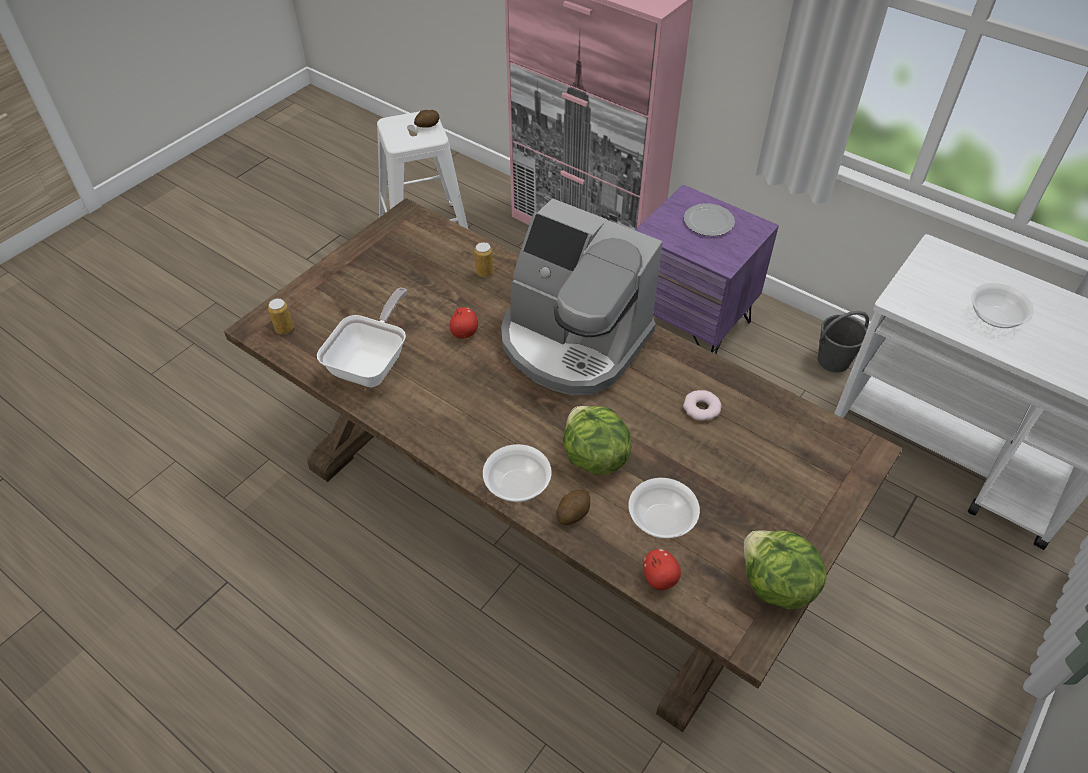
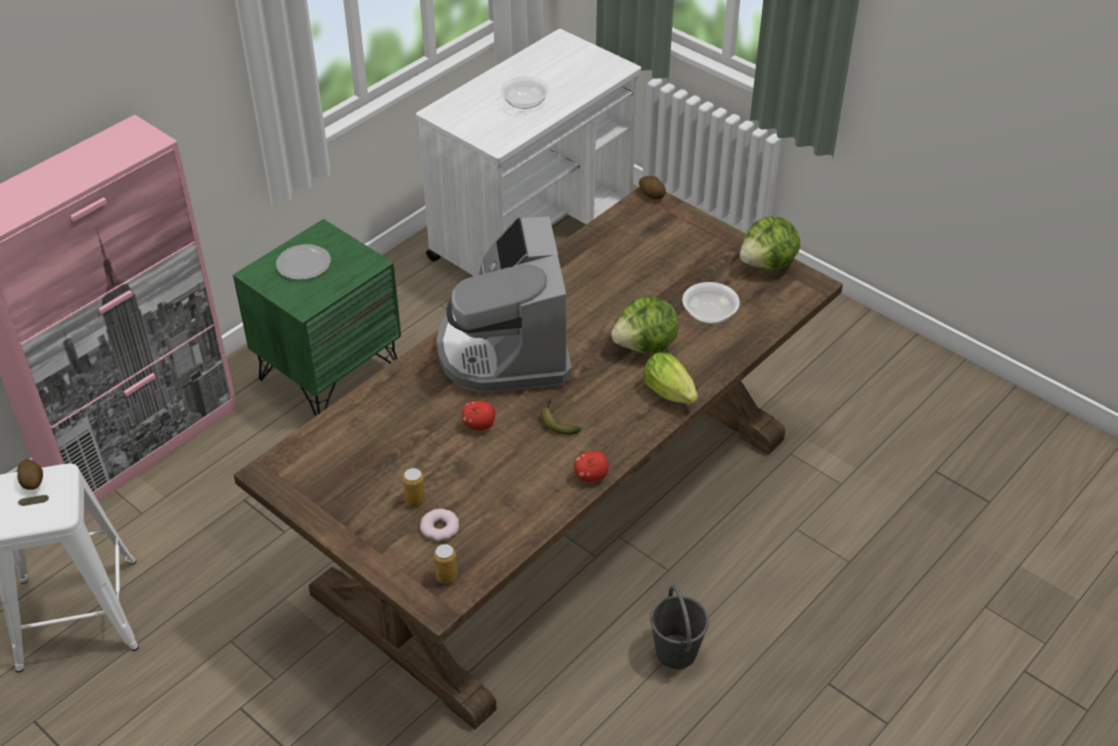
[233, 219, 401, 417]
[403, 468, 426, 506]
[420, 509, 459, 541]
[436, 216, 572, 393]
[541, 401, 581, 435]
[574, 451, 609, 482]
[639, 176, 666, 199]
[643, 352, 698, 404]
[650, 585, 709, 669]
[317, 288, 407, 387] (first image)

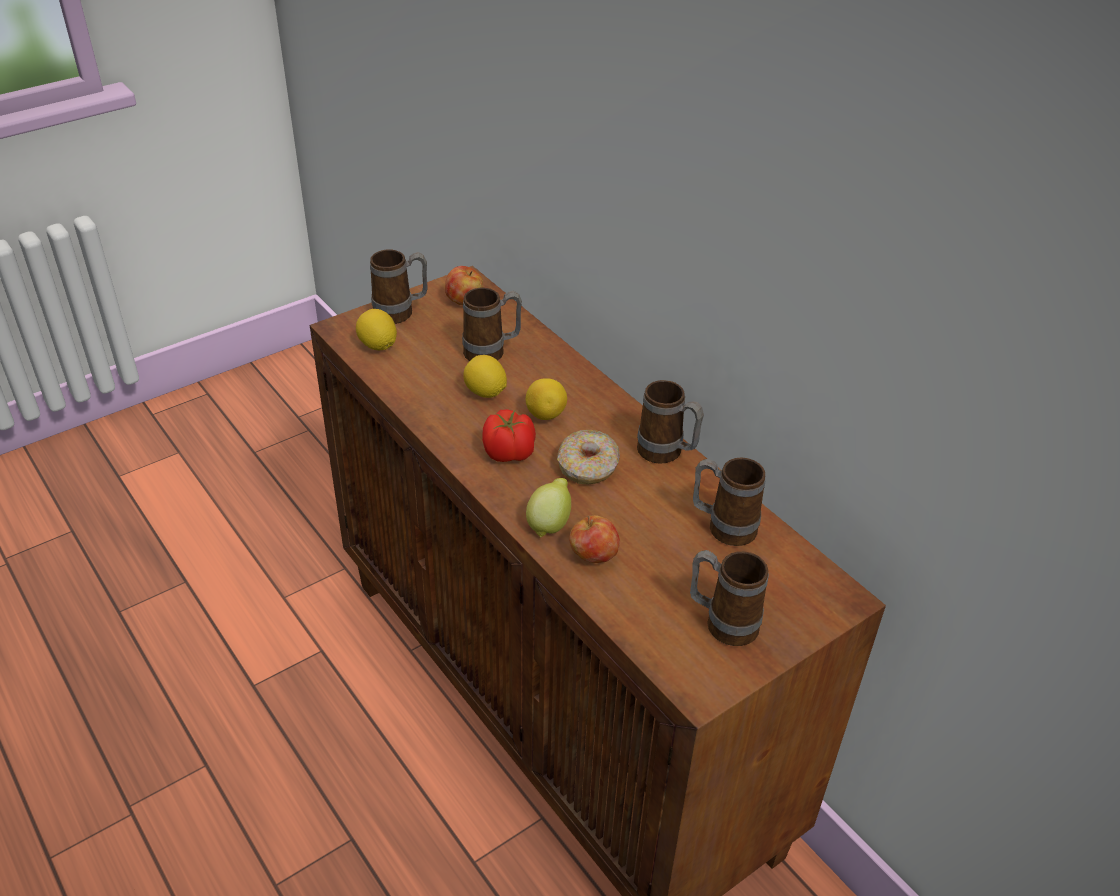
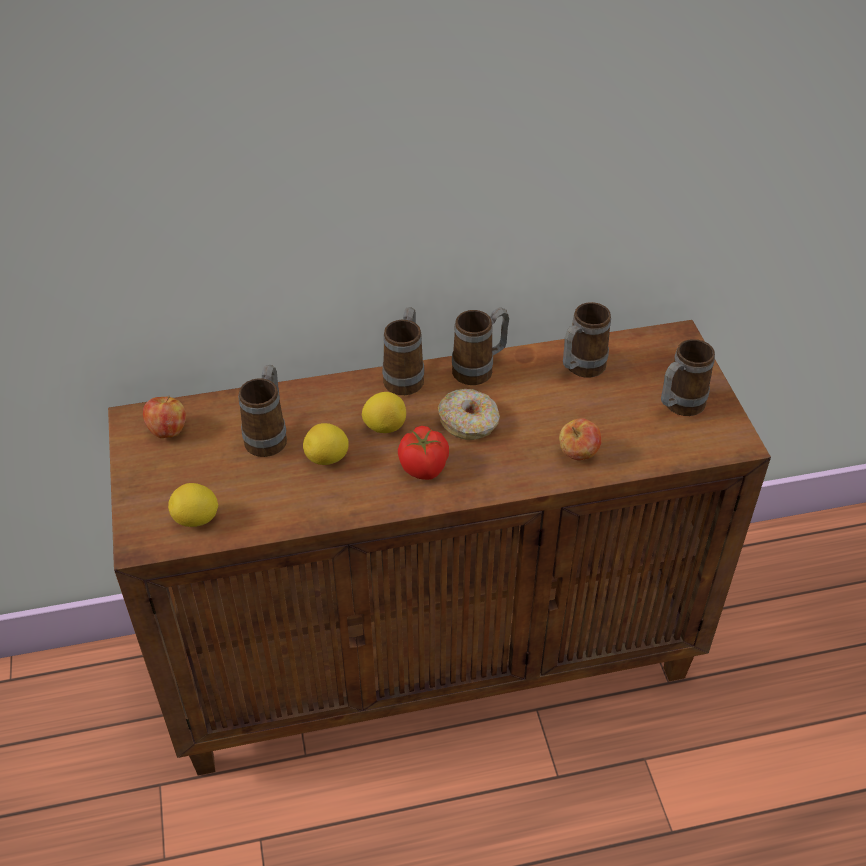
[382, 307, 424, 395]
[526, 478, 571, 538] (first image)

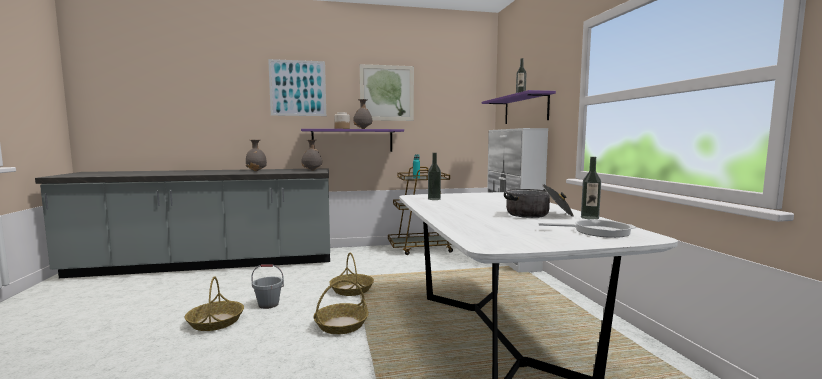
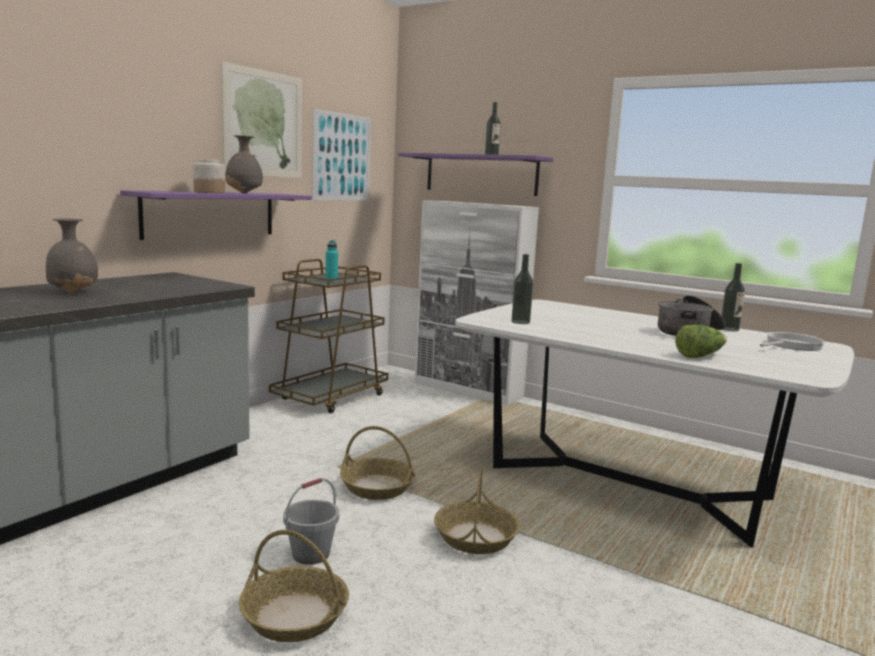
[312, 108, 371, 201]
[675, 325, 727, 358]
[301, 140, 322, 171] (first image)

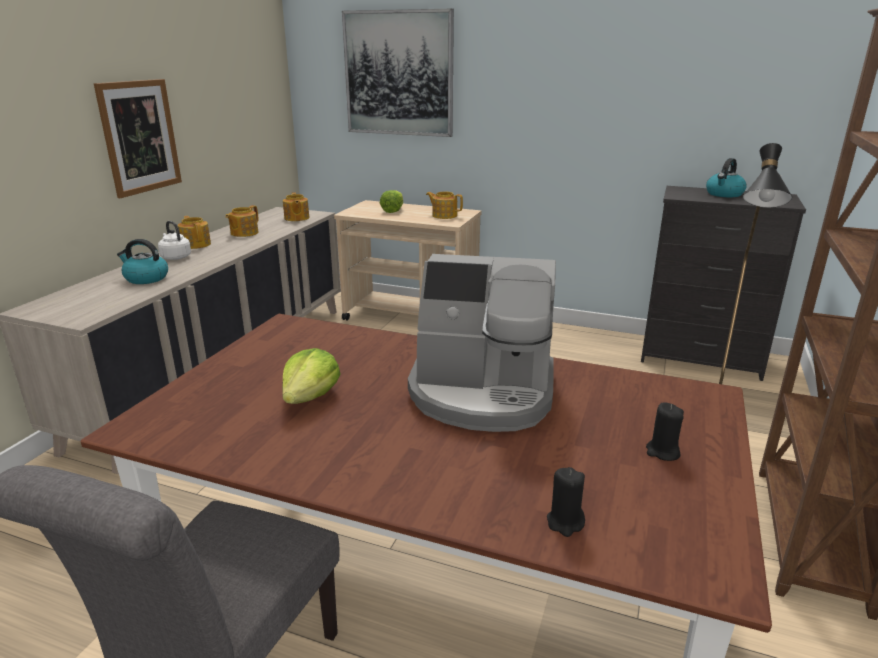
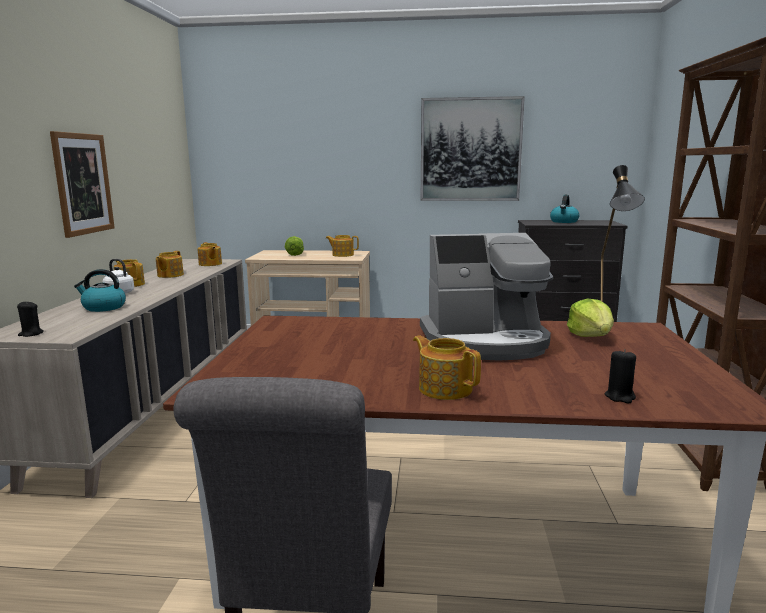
[17, 302, 44, 337]
[413, 335, 481, 400]
[421, 96, 525, 201]
[567, 298, 614, 337]

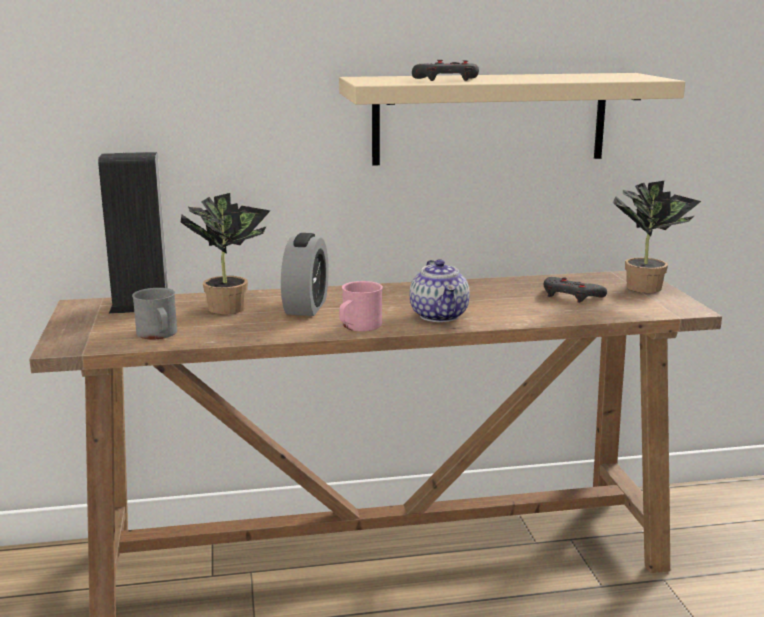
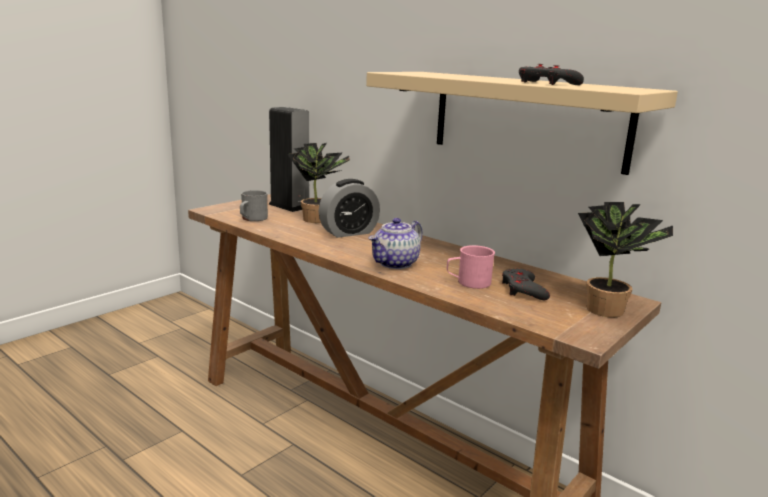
[447, 245, 495, 289]
[519, 64, 584, 85]

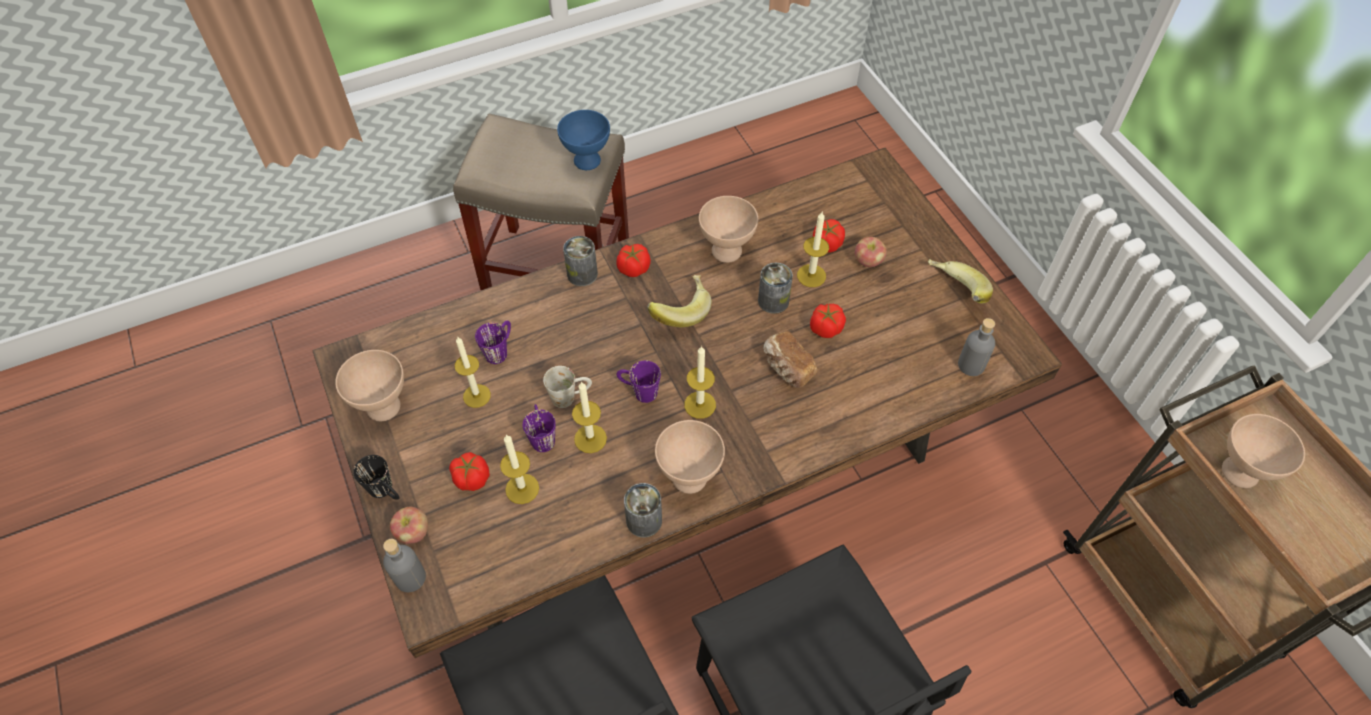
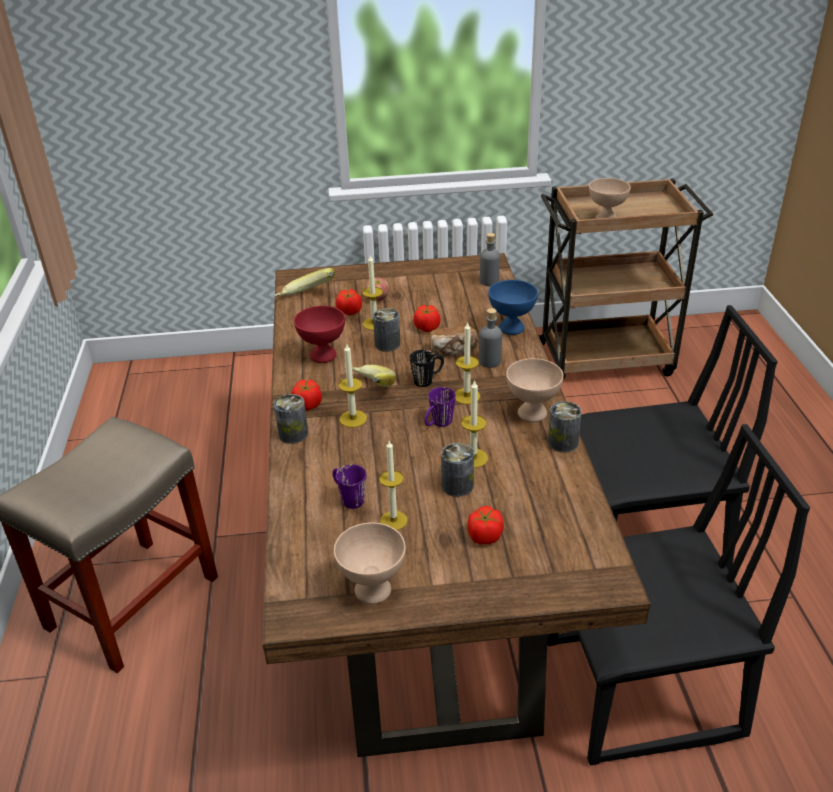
[275, 268, 335, 297]
[294, 306, 345, 363]
[338, 344, 367, 427]
[409, 350, 444, 387]
[441, 443, 474, 497]
[479, 308, 502, 368]
[488, 280, 538, 335]
[390, 506, 428, 544] (first image)
[543, 366, 592, 408] (first image)

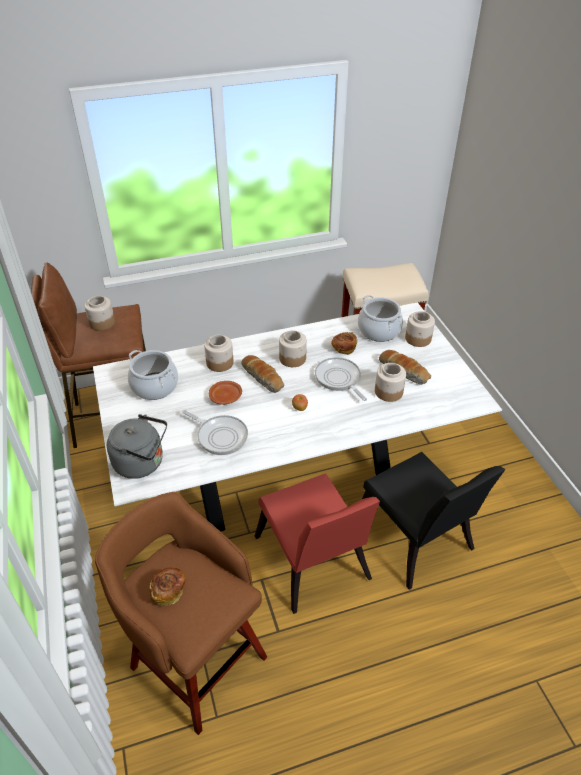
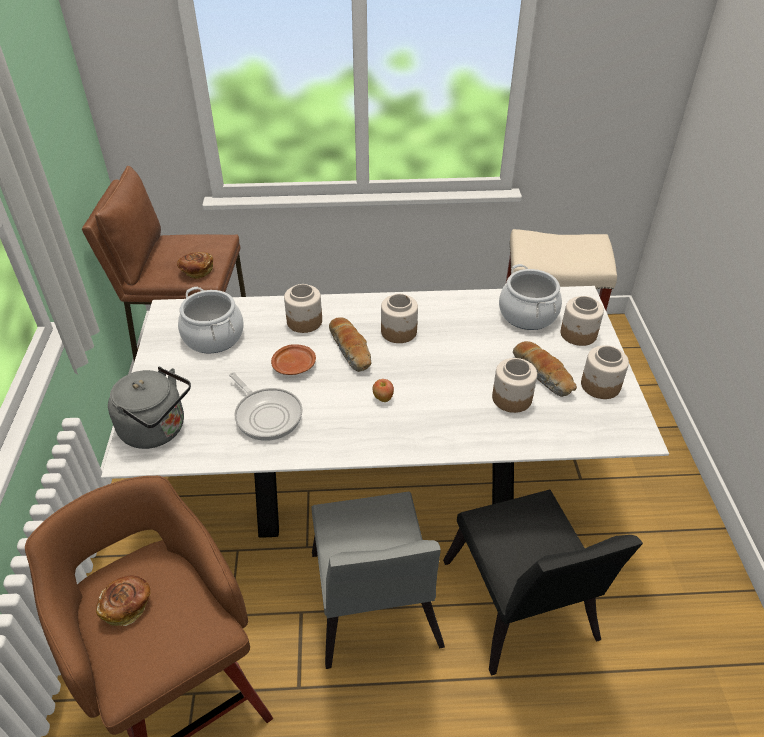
[177, 252, 213, 279]
[311, 491, 445, 669]
[581, 346, 629, 399]
[315, 357, 367, 401] (first image)

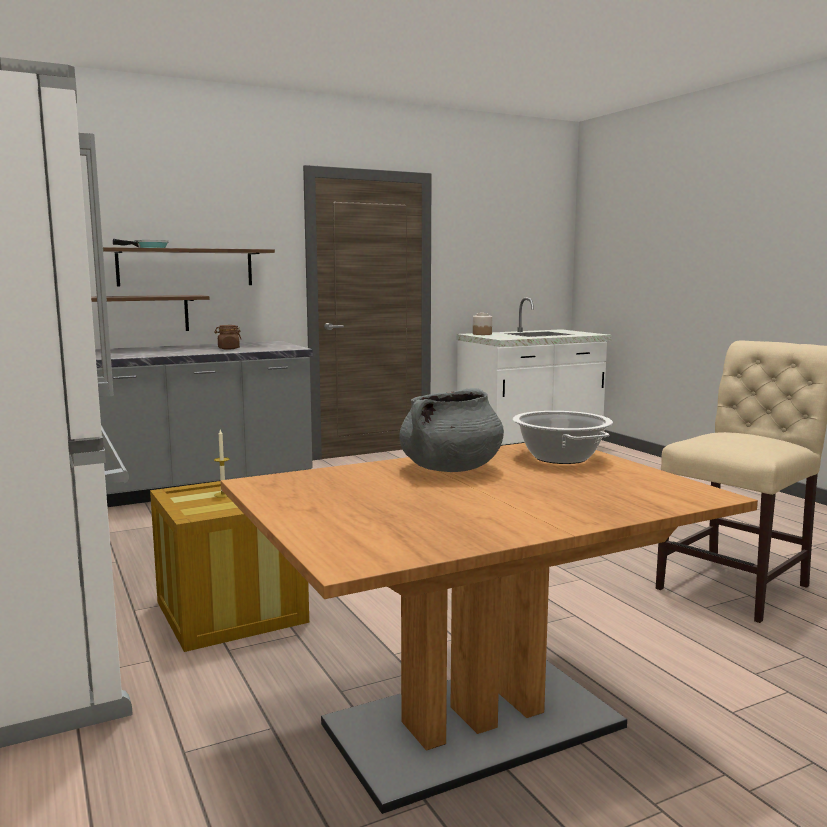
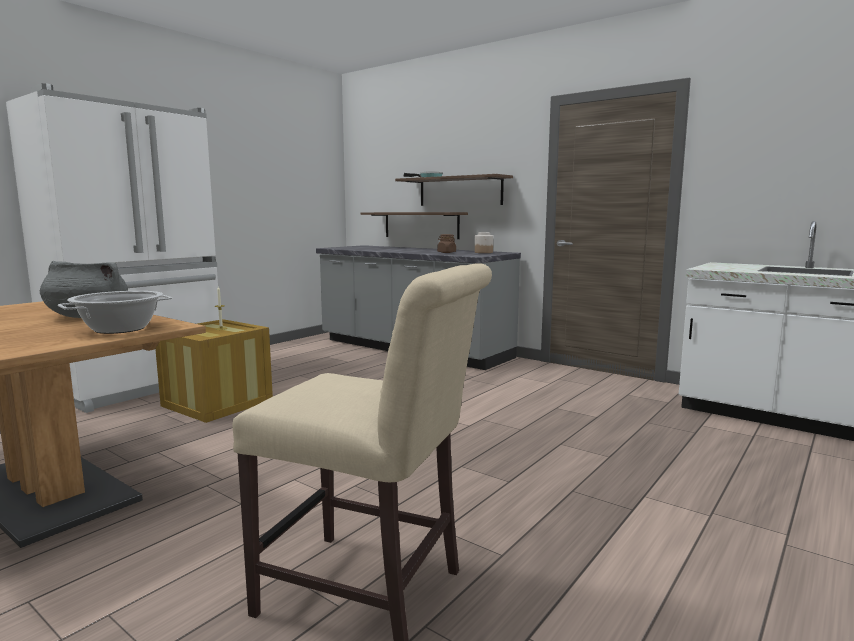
[475, 232, 493, 253]

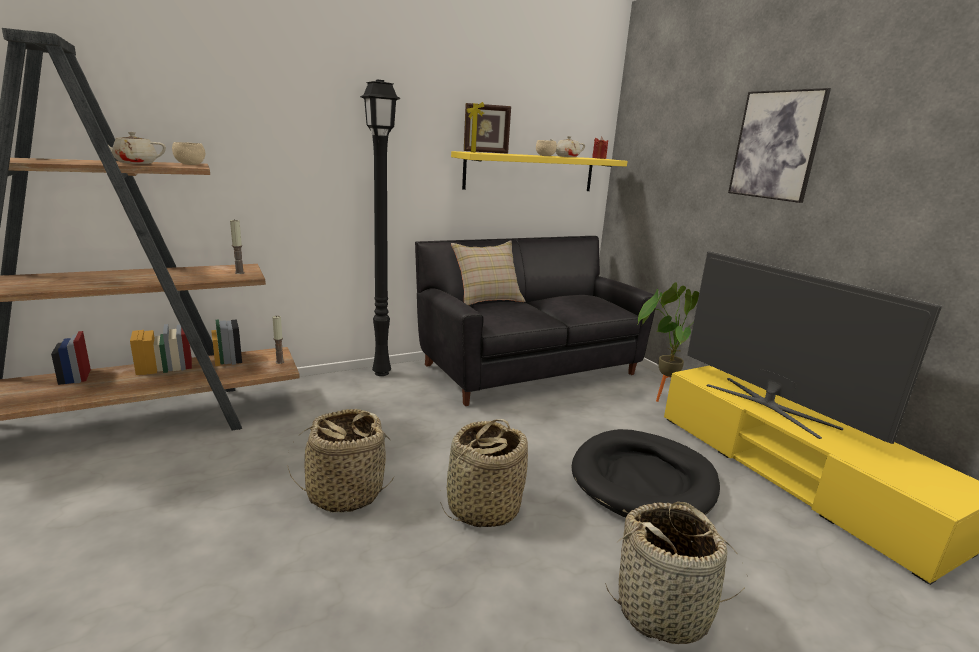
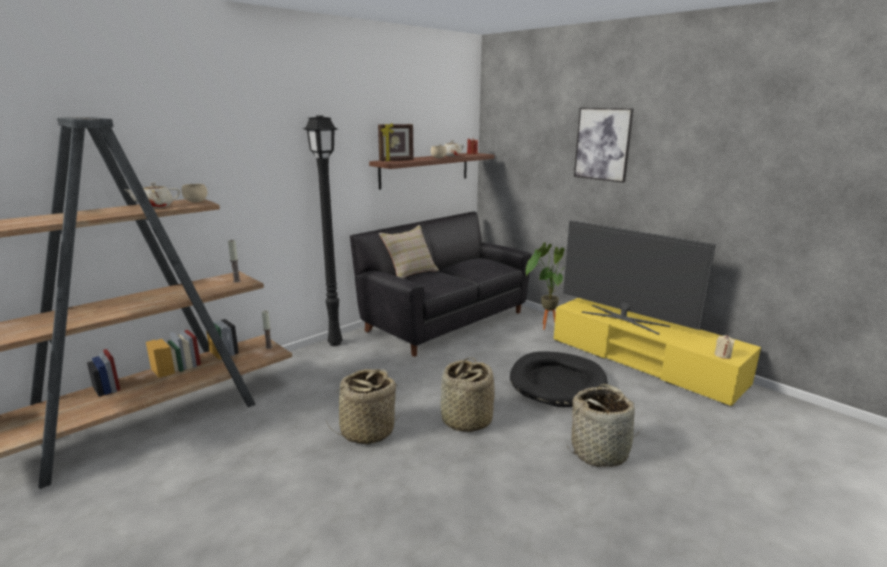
[369, 153, 494, 190]
[714, 335, 735, 359]

